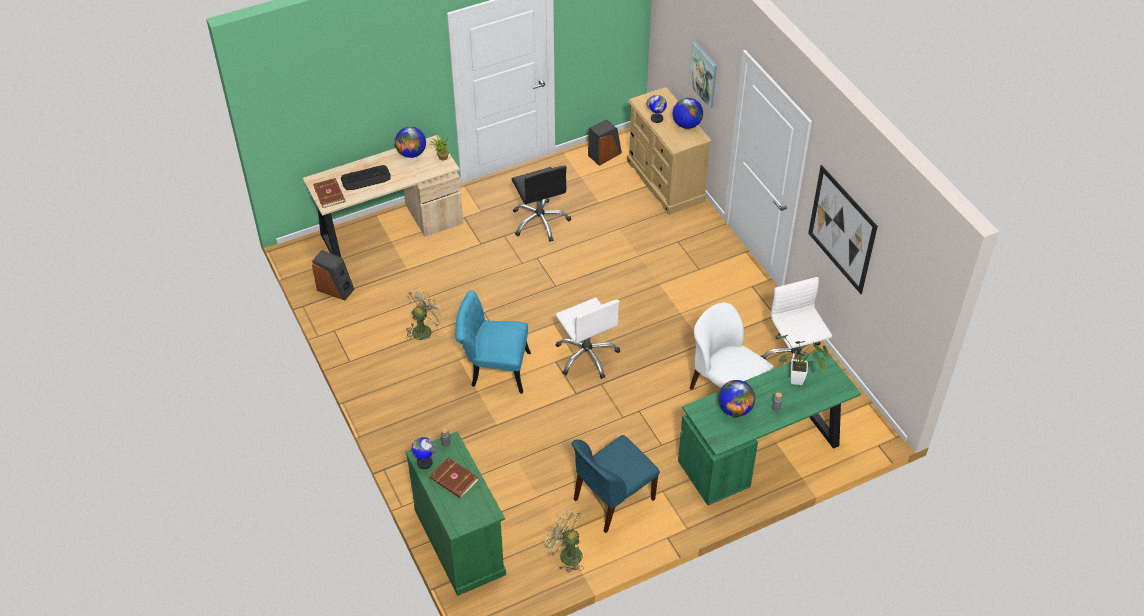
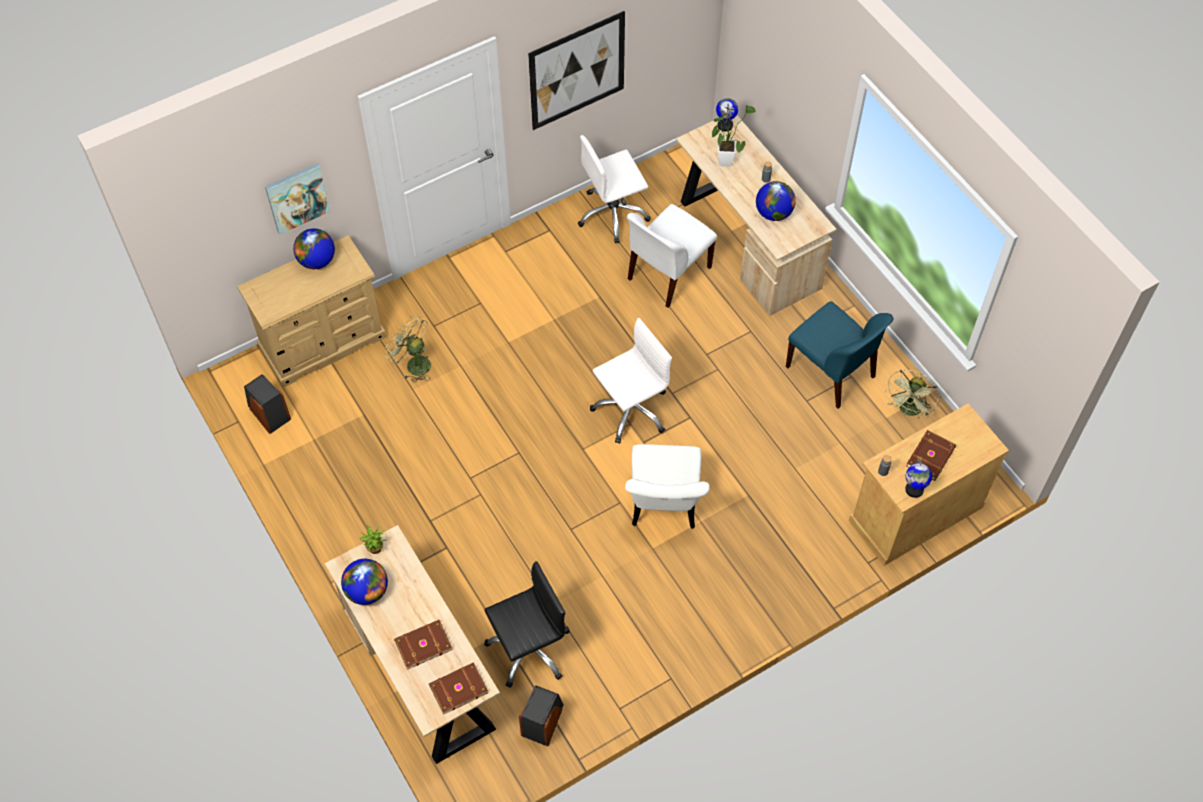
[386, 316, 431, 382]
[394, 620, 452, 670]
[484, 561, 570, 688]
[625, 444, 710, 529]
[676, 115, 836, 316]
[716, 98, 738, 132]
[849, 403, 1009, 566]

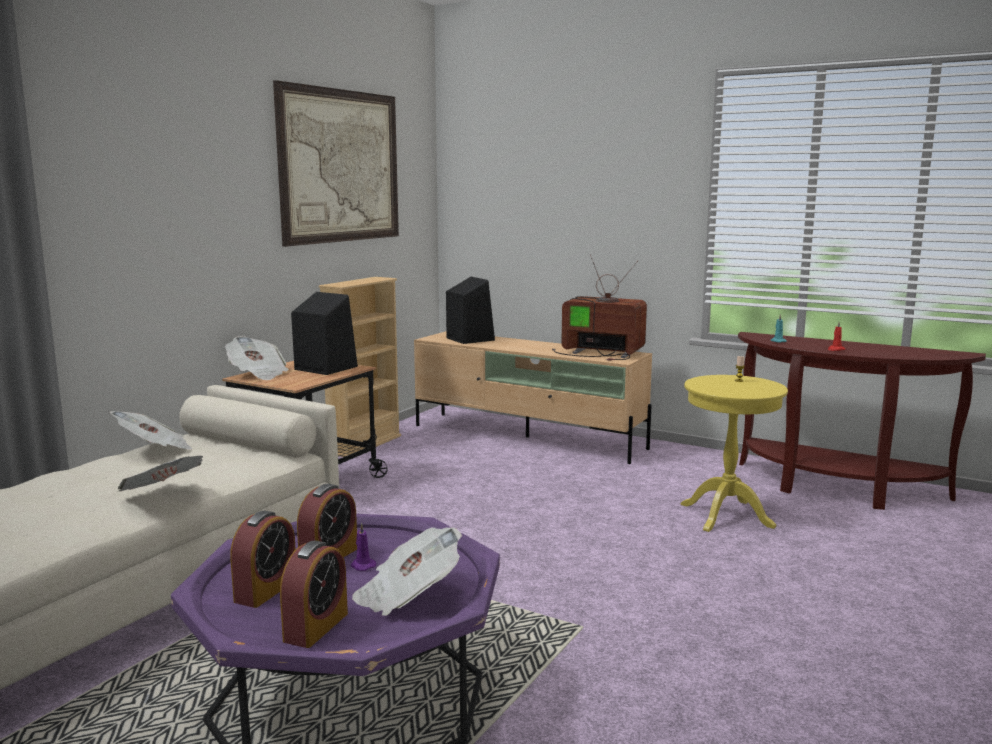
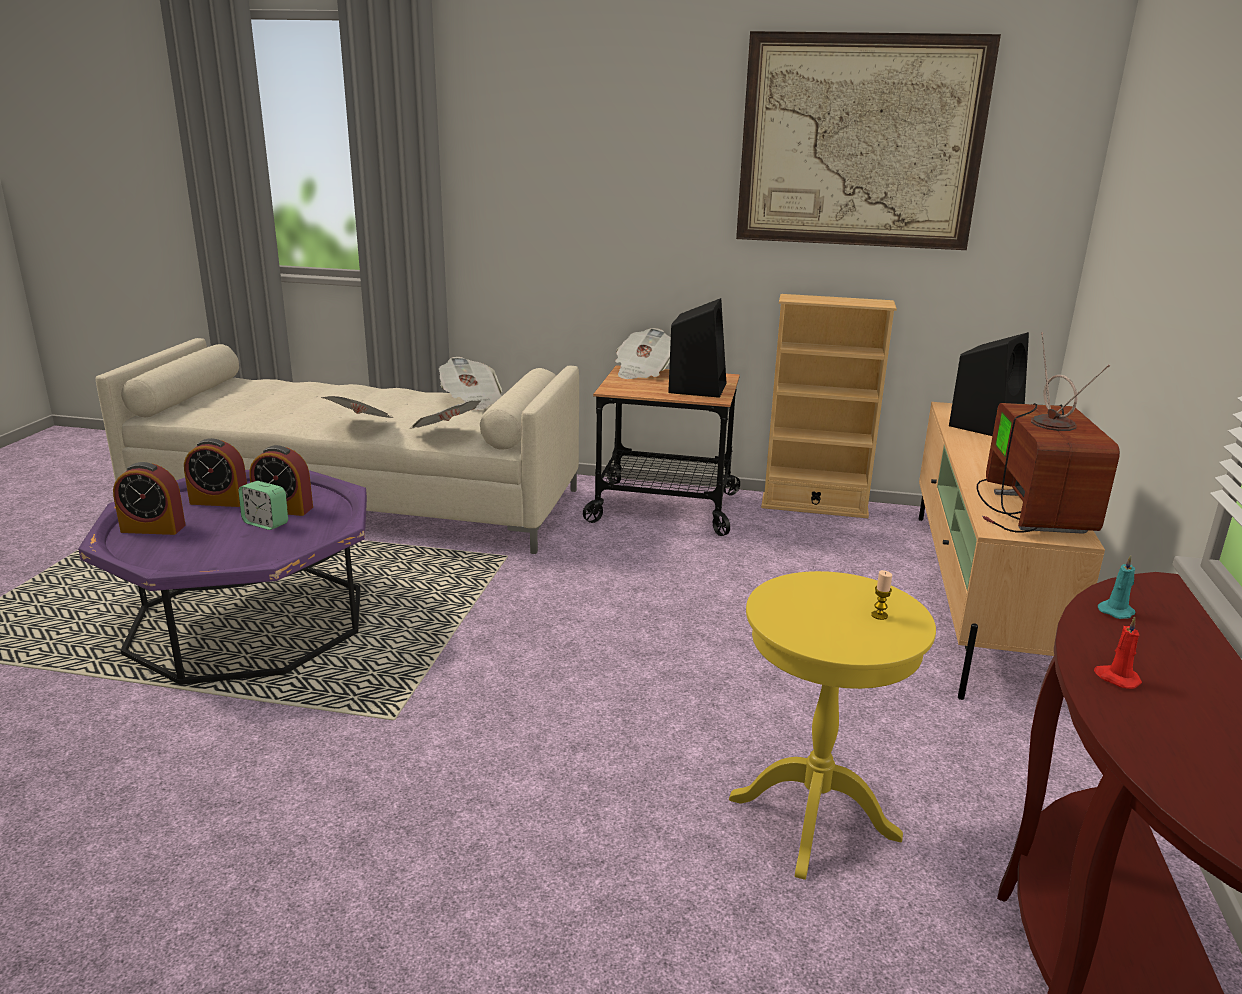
[238, 481, 288, 530]
[411, 400, 481, 429]

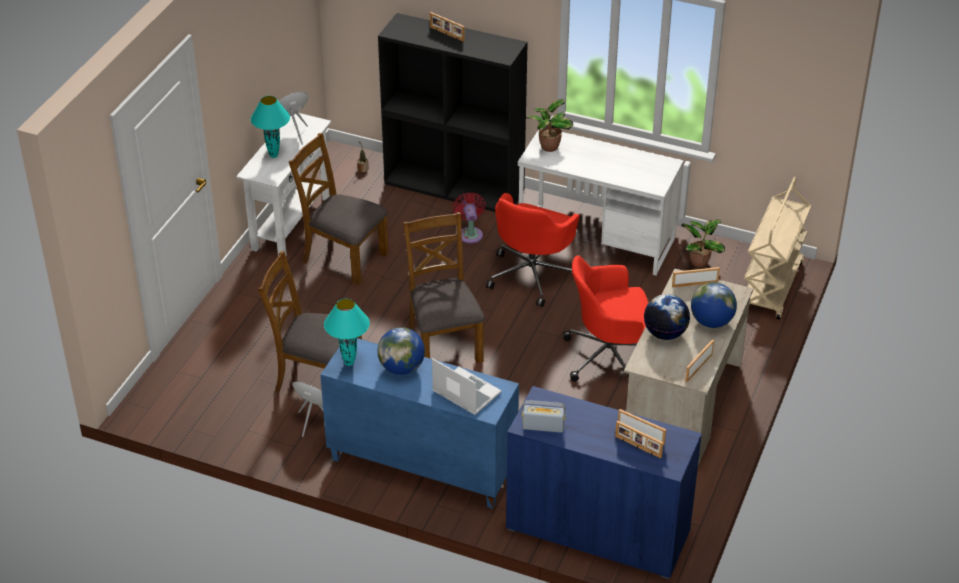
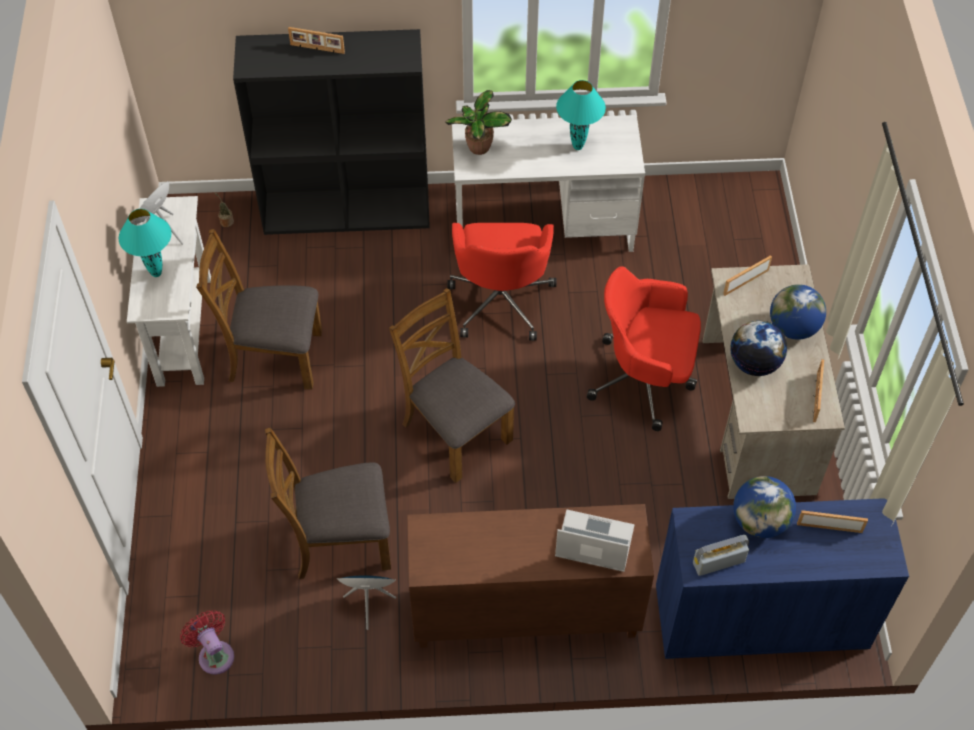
[180, 610, 234, 675]
[407, 504, 654, 648]
[556, 80, 606, 150]
[587, 266, 701, 431]
[733, 476, 796, 538]
[615, 420, 663, 459] (first image)
[682, 219, 725, 268] (first image)
[744, 177, 811, 320] (first image)

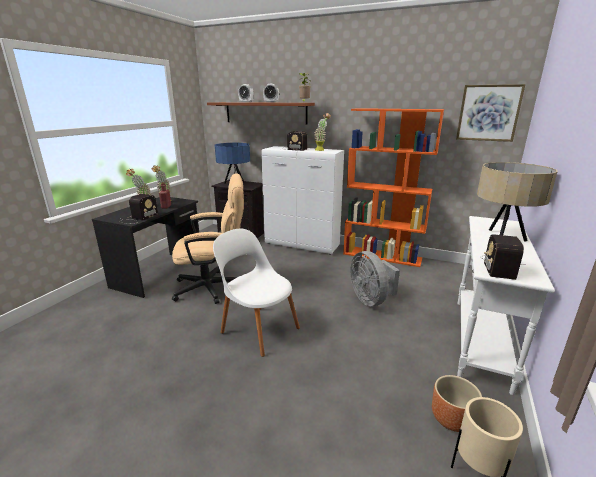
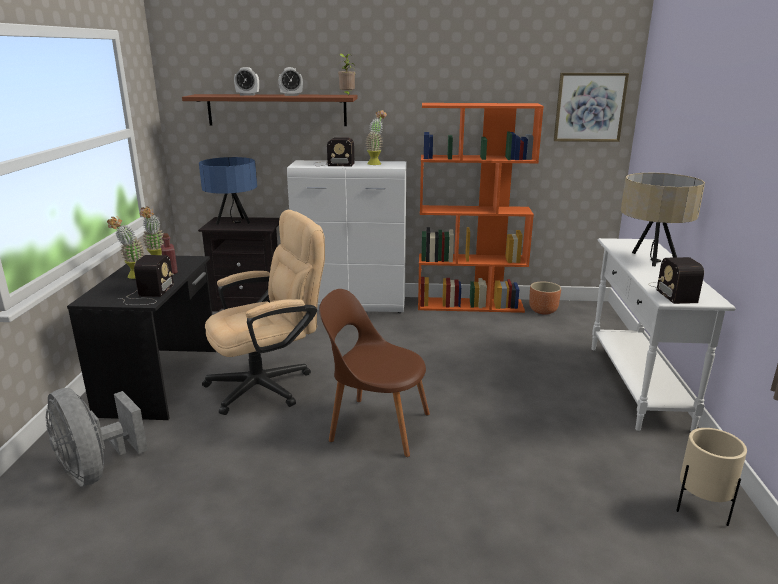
[46, 388, 148, 487]
[319, 289, 430, 457]
[529, 282, 561, 315]

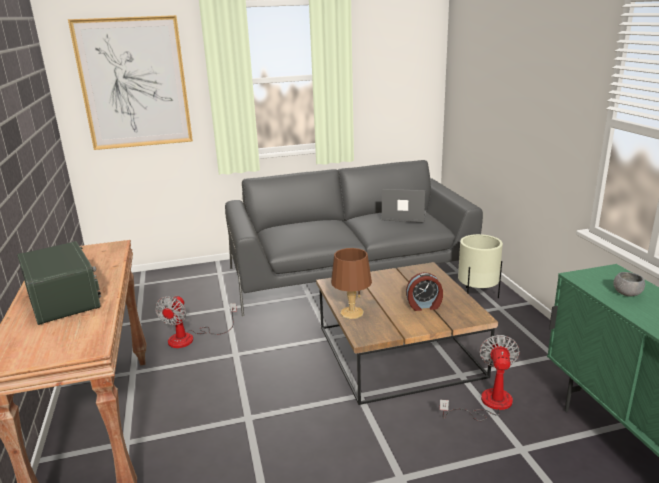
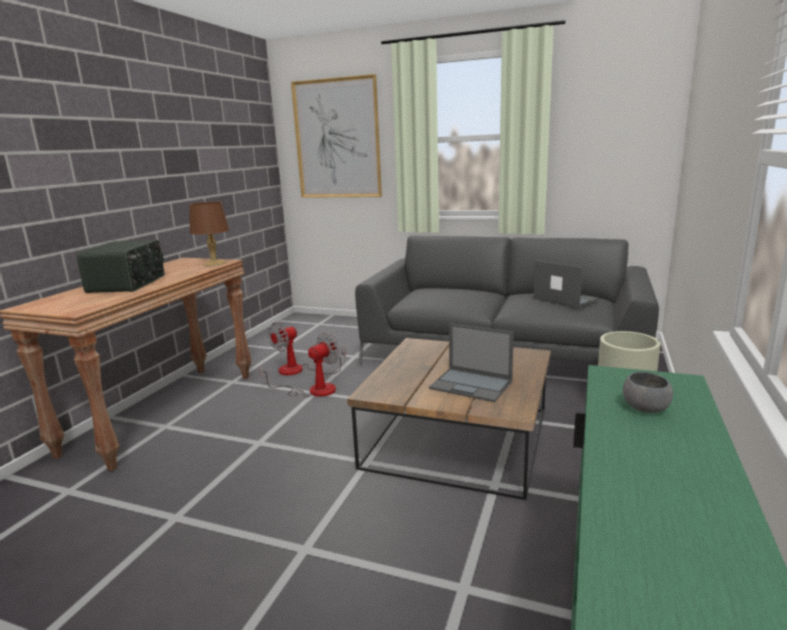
[189, 202, 229, 266]
[259, 333, 340, 397]
[429, 323, 514, 402]

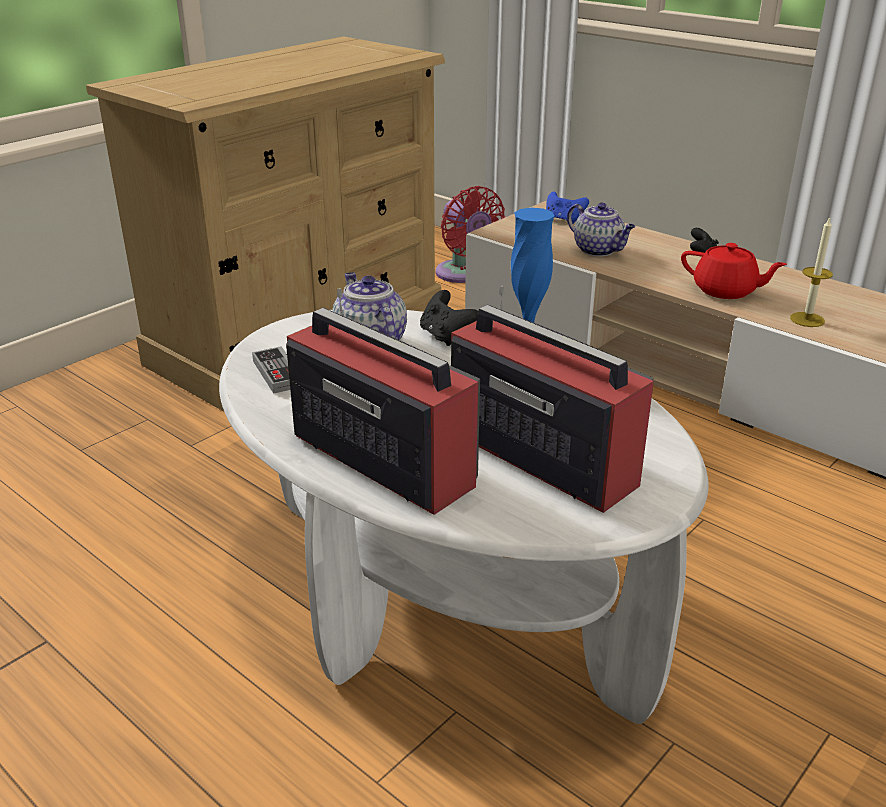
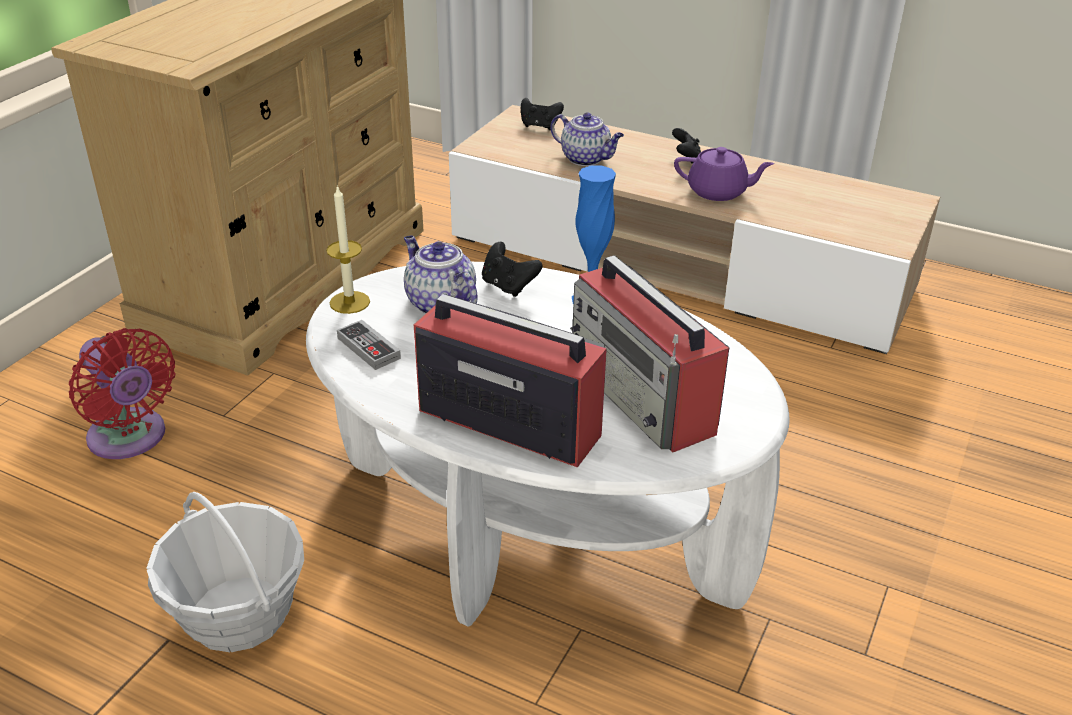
[69, 328, 176, 459]
[146, 492, 304, 652]
[326, 185, 370, 314]
[521, 98, 564, 130]
[570, 255, 729, 452]
[674, 147, 774, 201]

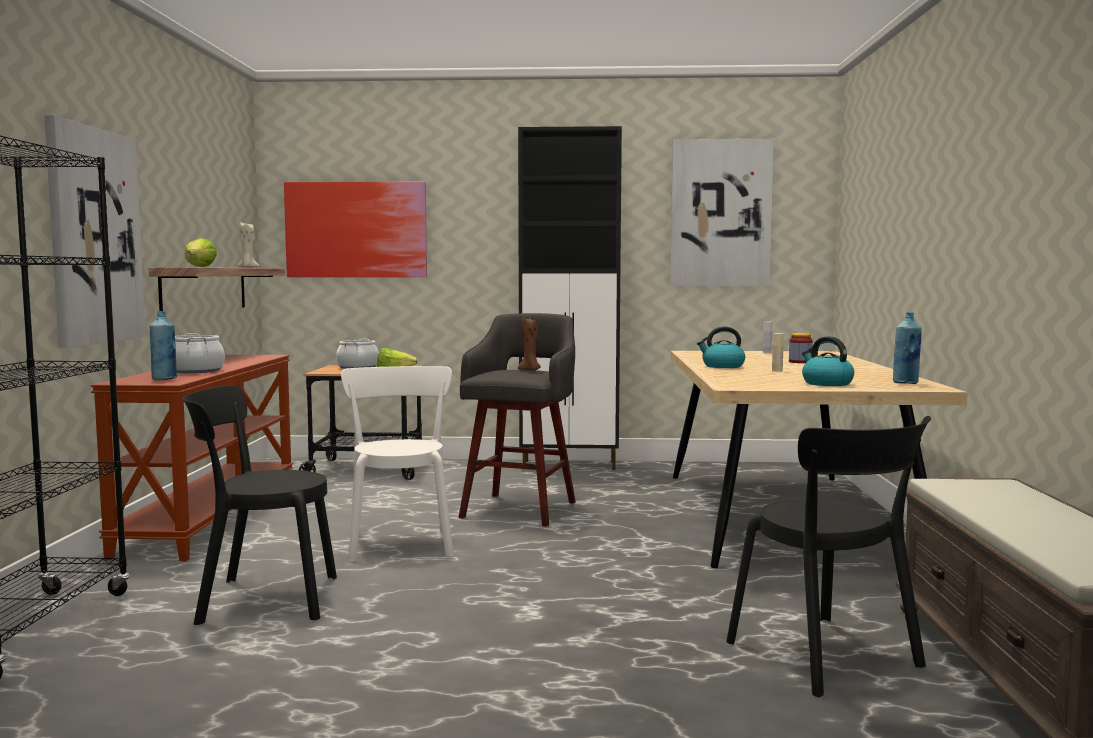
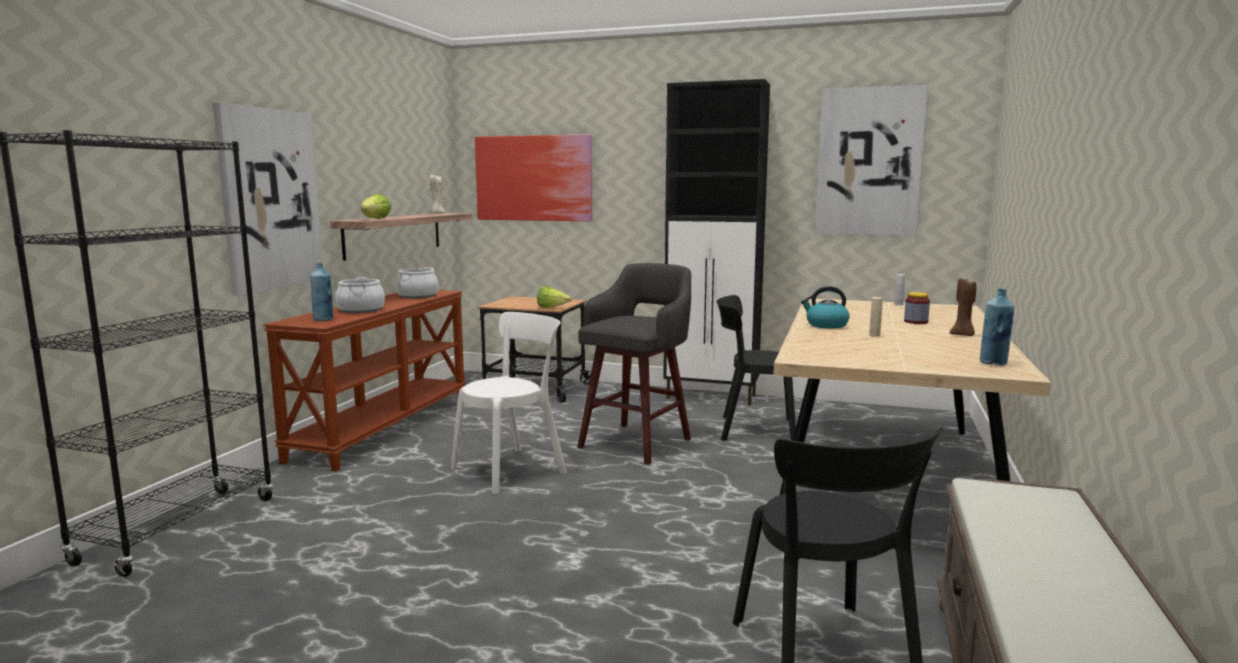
[396, 267, 438, 298]
[451, 312, 567, 494]
[716, 295, 796, 441]
[950, 279, 976, 336]
[802, 336, 854, 386] (first image)

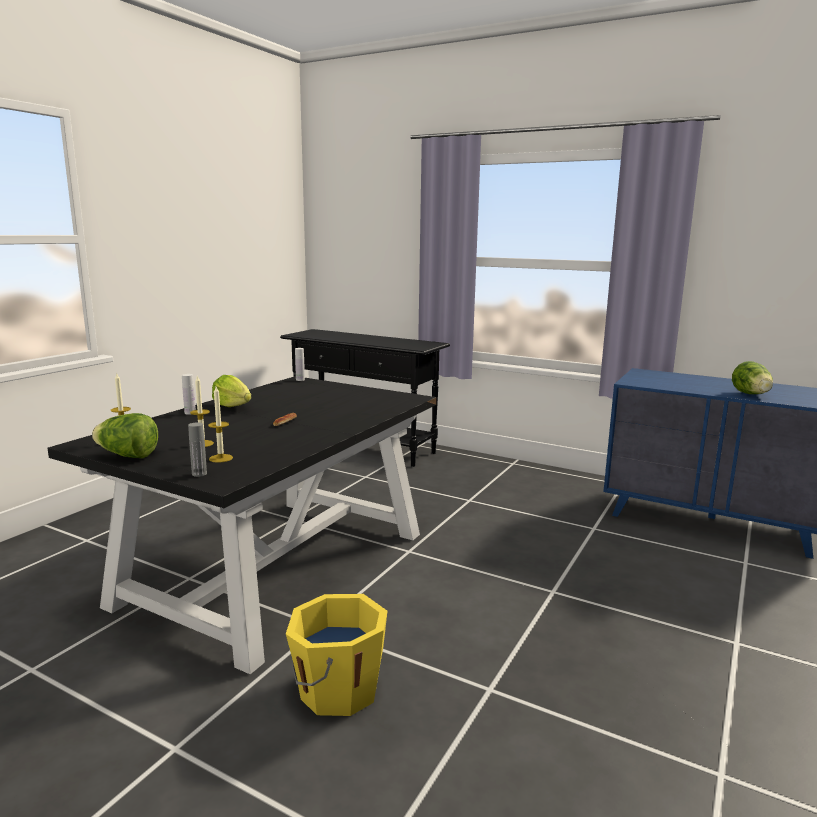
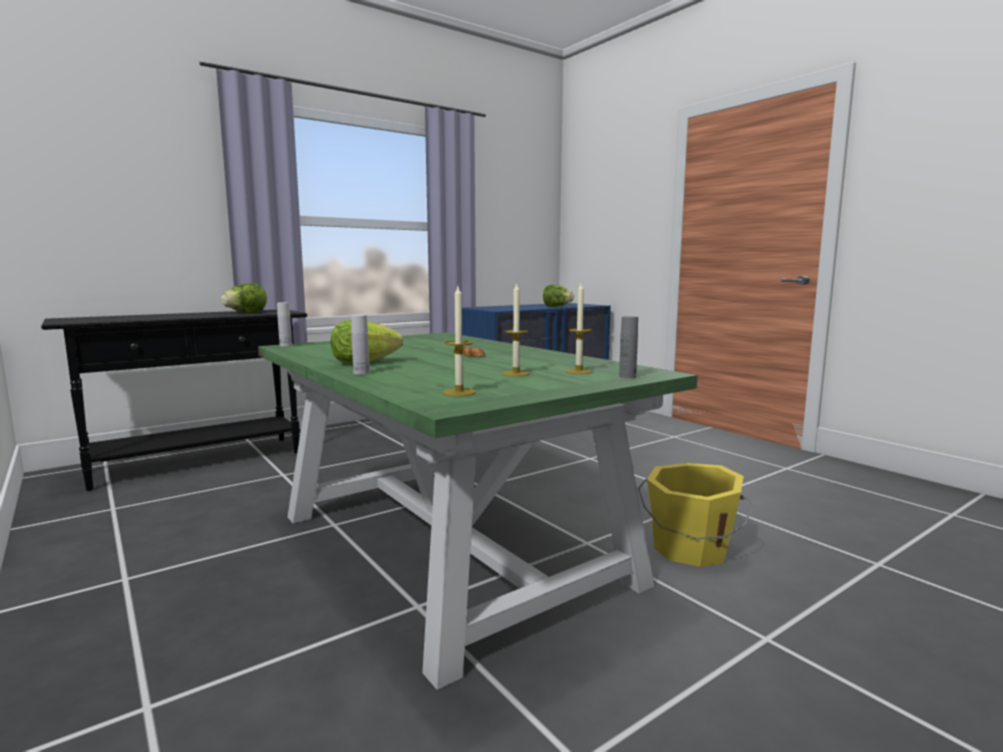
[221, 283, 267, 313]
[258, 333, 698, 690]

